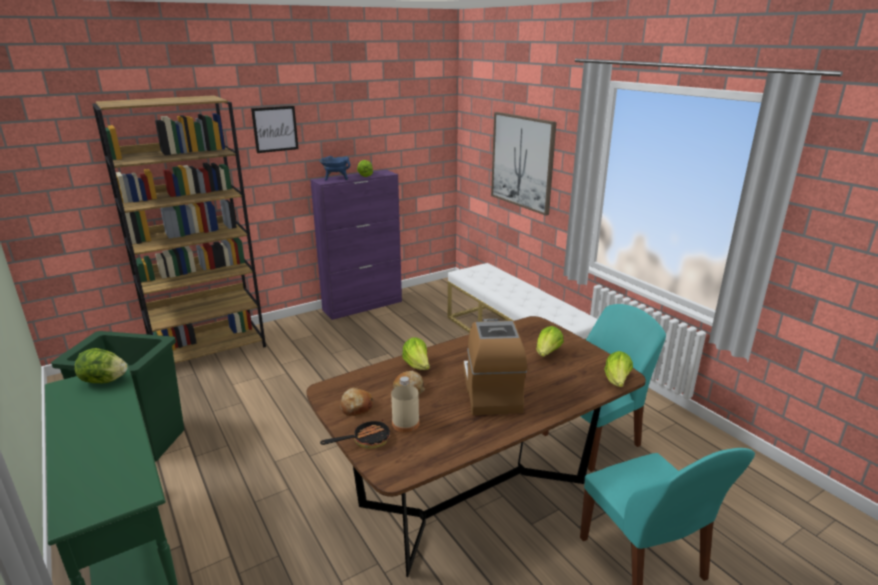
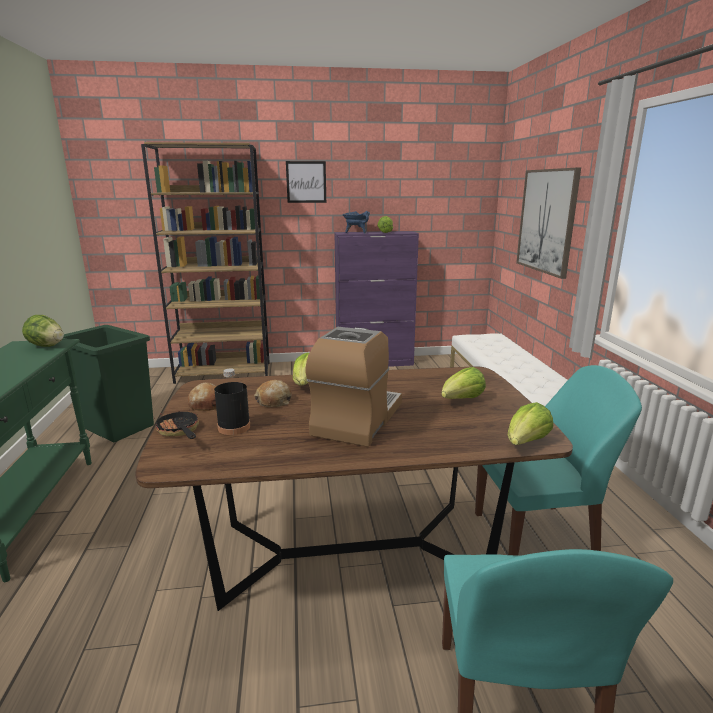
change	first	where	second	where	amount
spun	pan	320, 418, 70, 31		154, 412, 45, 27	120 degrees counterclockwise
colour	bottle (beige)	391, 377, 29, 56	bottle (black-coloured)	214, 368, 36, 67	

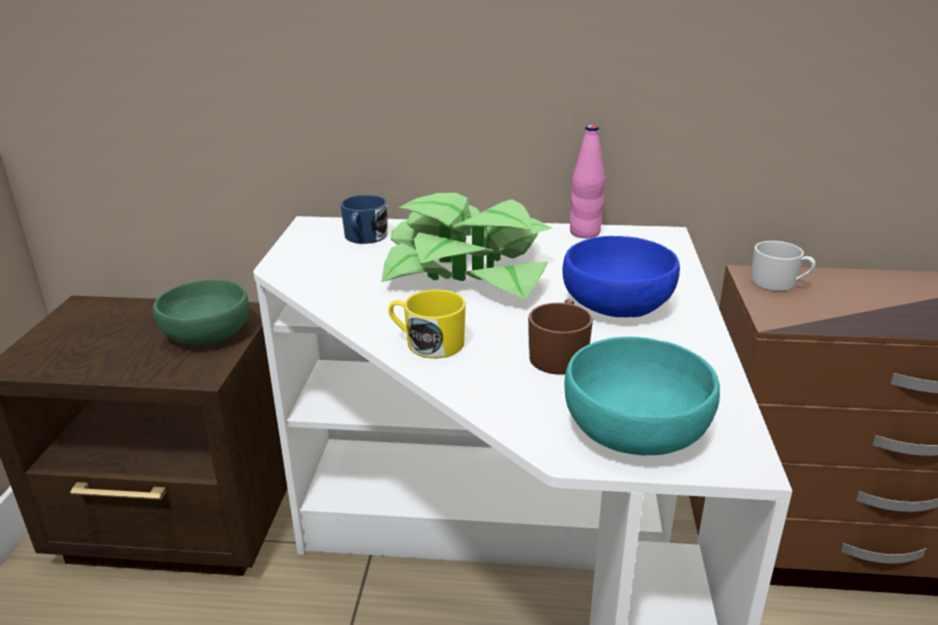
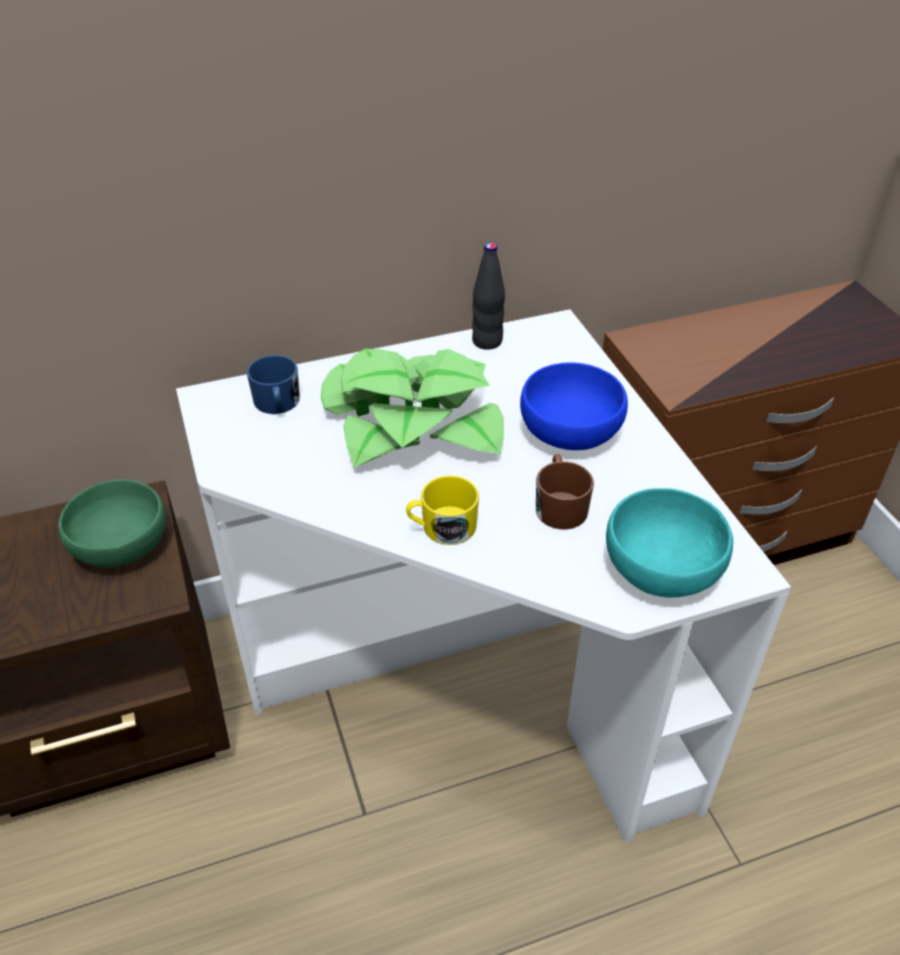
change	first	where	second	where	amount
colour	bottle (pinkish)	570, 125, 35, 113	bottle (black-coloured)	472, 243, 33, 107	
missing	tea mug (white)	750, 241, 65, 50			

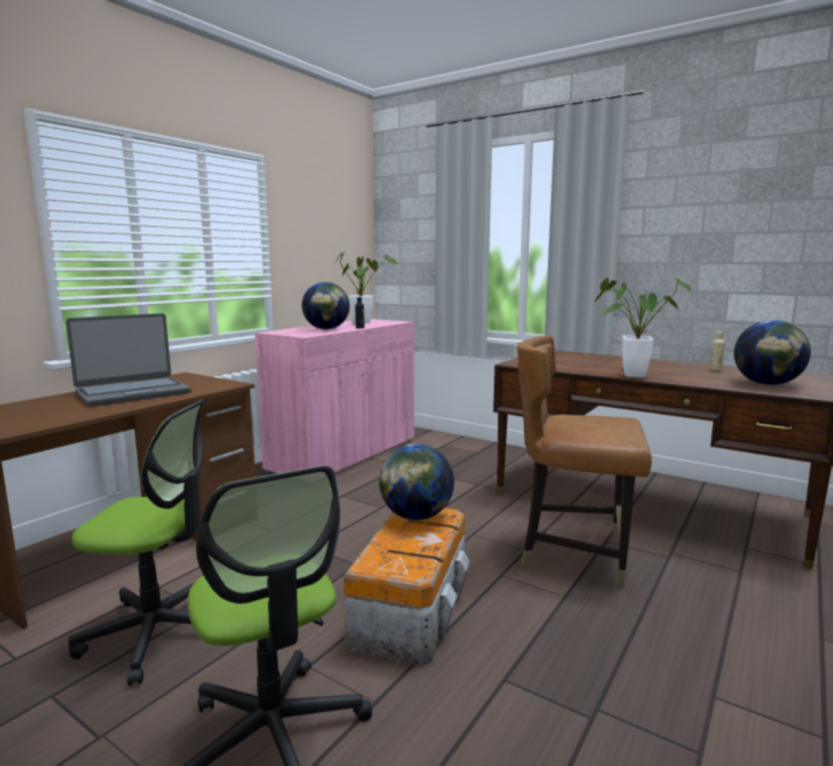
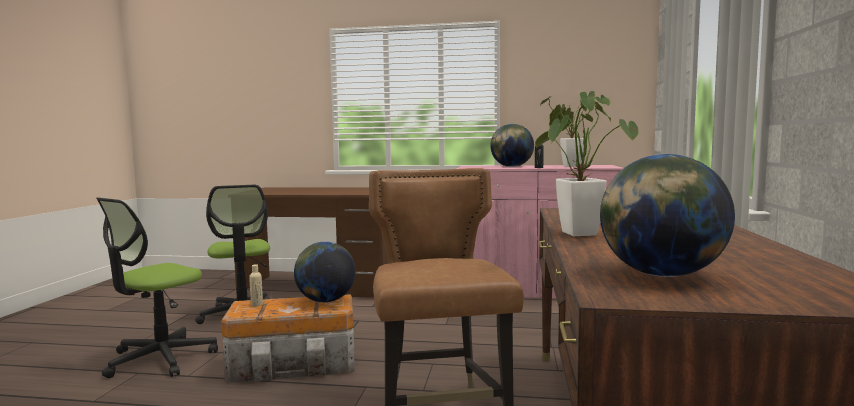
change	first	where	second	where	amount
relocated	bottle (beige)	710, 332, 15, 39		249, 264, 14, 43	
missing	laptop	66, 313, 125, 94			

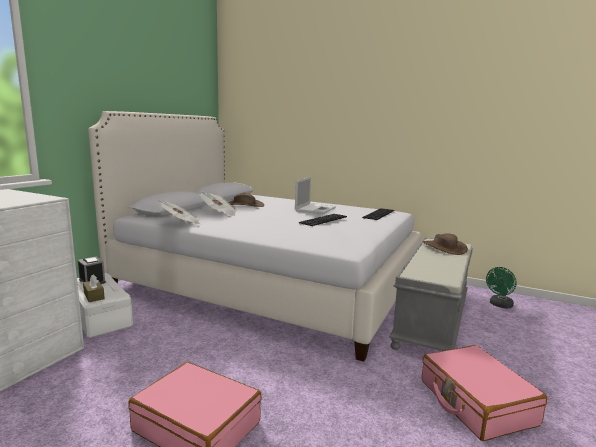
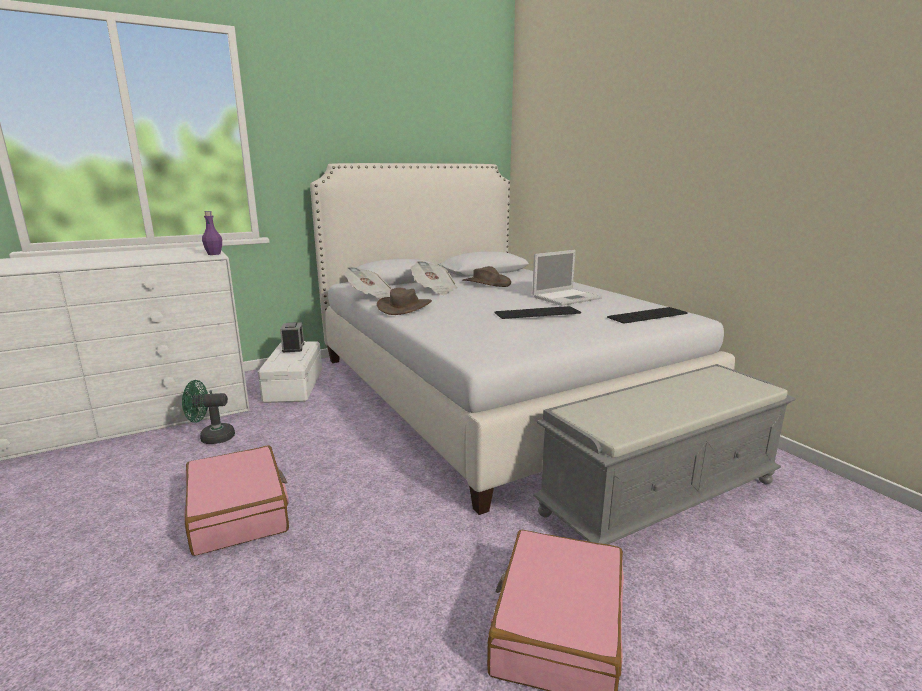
change	first	where	second	where	amount
relocated	fan (greenish)	486, 267, 31, 41		182, 380, 53, 64	
appeared			bottle (purplish)	202, 211, 20, 44	
relocated	clothing hat (brown-coloured)	423, 233, 45, 22		377, 288, 55, 27	
missing	tissue holder (brown-coloured)	83, 274, 22, 28			

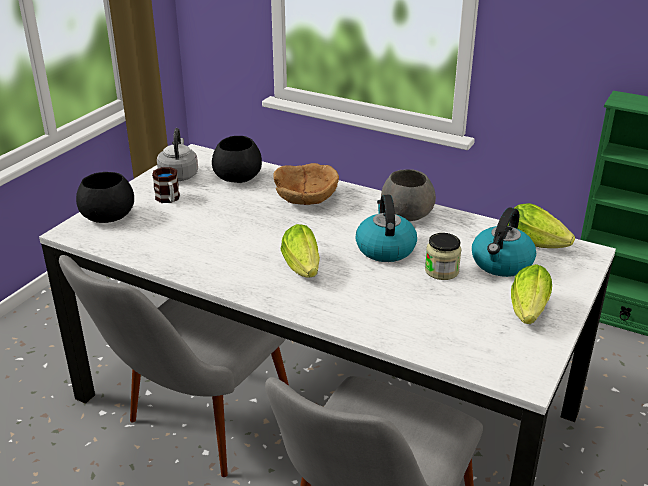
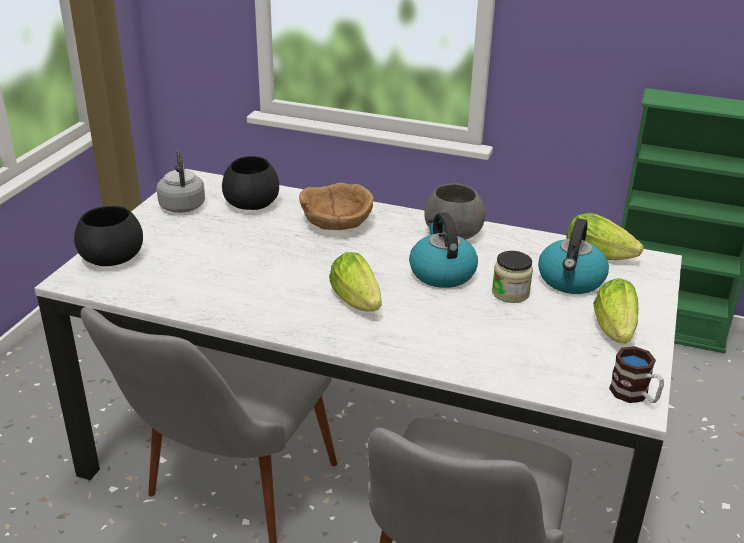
change	first	where	second	where	amount
relocated	tea mug	152, 167, 28, 36		609, 346, 55, 57	

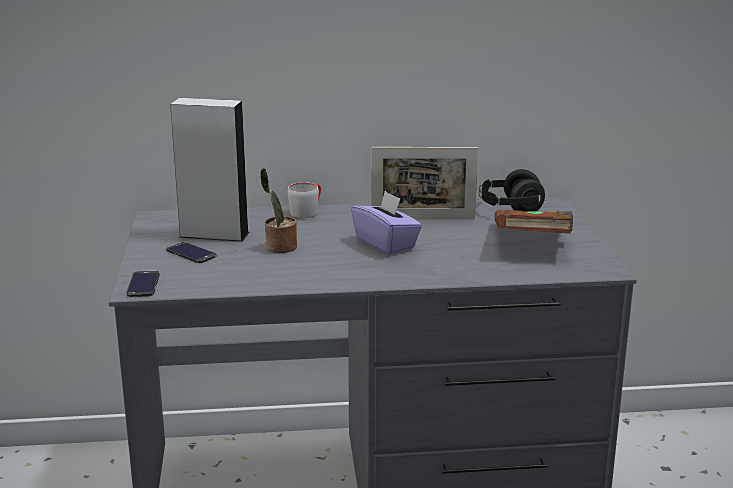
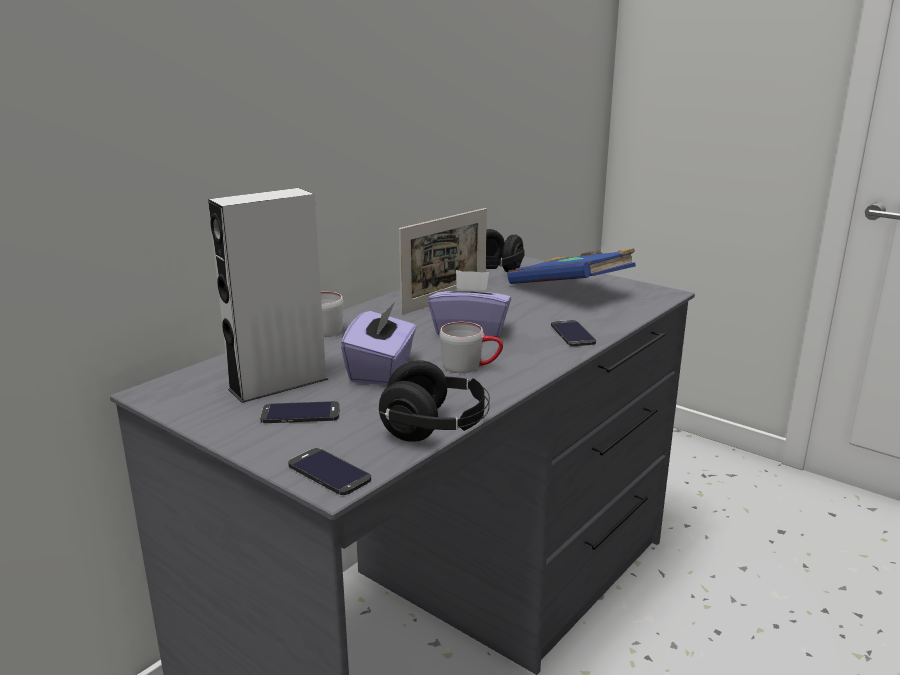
change	first	where	second	where	amount
exchanged	potted plant	260, 168, 37, 85	tissue holder (purplish)	341, 302, 75, 83	
appeared			pair of headphones (black-coloured)	379, 360, 111, 81	
appeared			tea mug (greyish)	440, 322, 63, 51	
colour	bound book (brown-coloured)	494, 210, 79, 24	bound book (blue)	507, 248, 129, 36	
appeared			handset	551, 320, 45, 26	

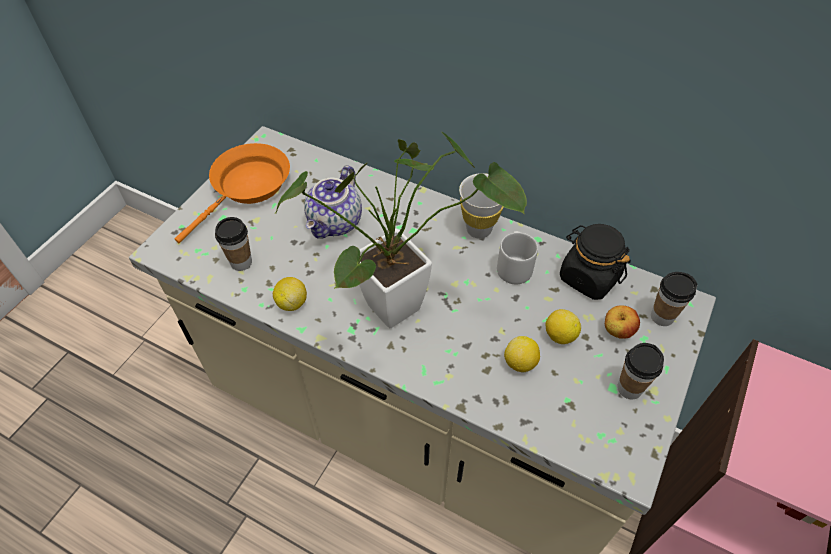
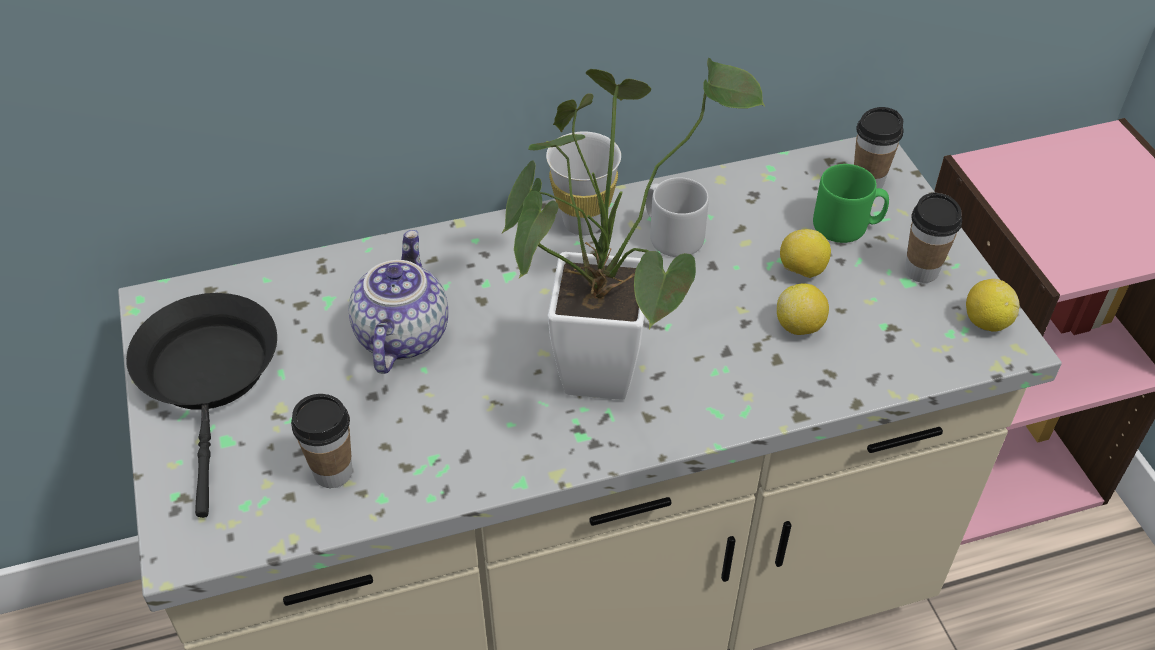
change	first	where	second	where	amount
colour	pan (orange-coloured)	175, 143, 115, 100	pan (black-coloured)	126, 293, 151, 225	
spun	teapot	304, 165, 58, 74		348, 230, 100, 144	150 degrees counterclockwise
exchanged	apple fruit	605, 305, 35, 34	tea mug (greenish)	813, 164, 76, 79	
relocated	citrus fruit	273, 277, 34, 34		966, 279, 53, 53	
missing	preserve jar (black-coloured)	560, 224, 71, 76			

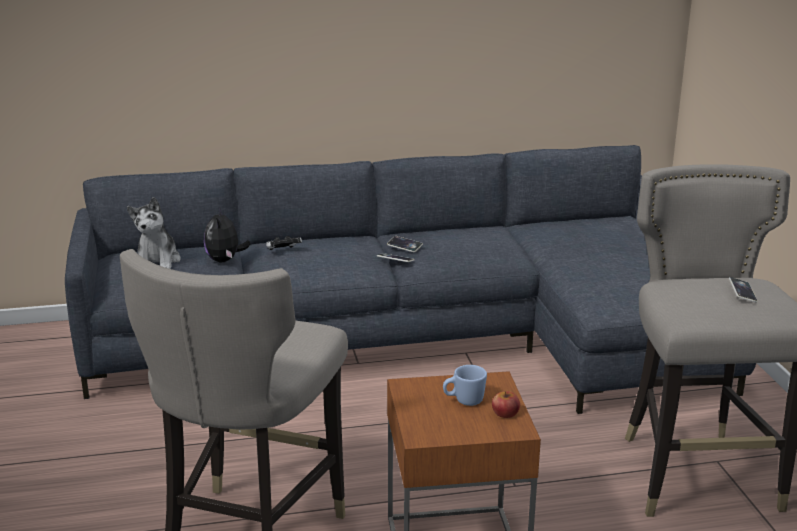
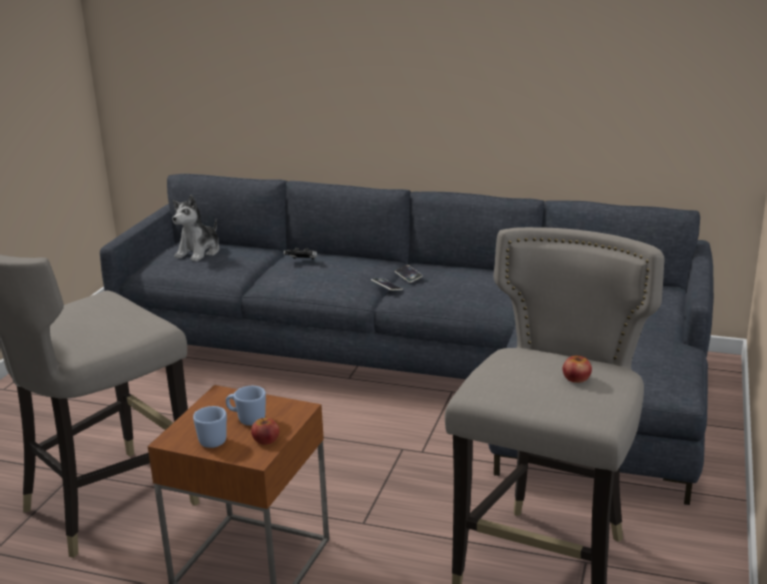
change	first	where	second	where	amount
appeared			tea mug (blue)	193, 406, 34, 42	
exchanged	handset	729, 277, 29, 26	apple fruit	563, 356, 29, 27	
missing	cuddly toy	204, 207, 46, 56			

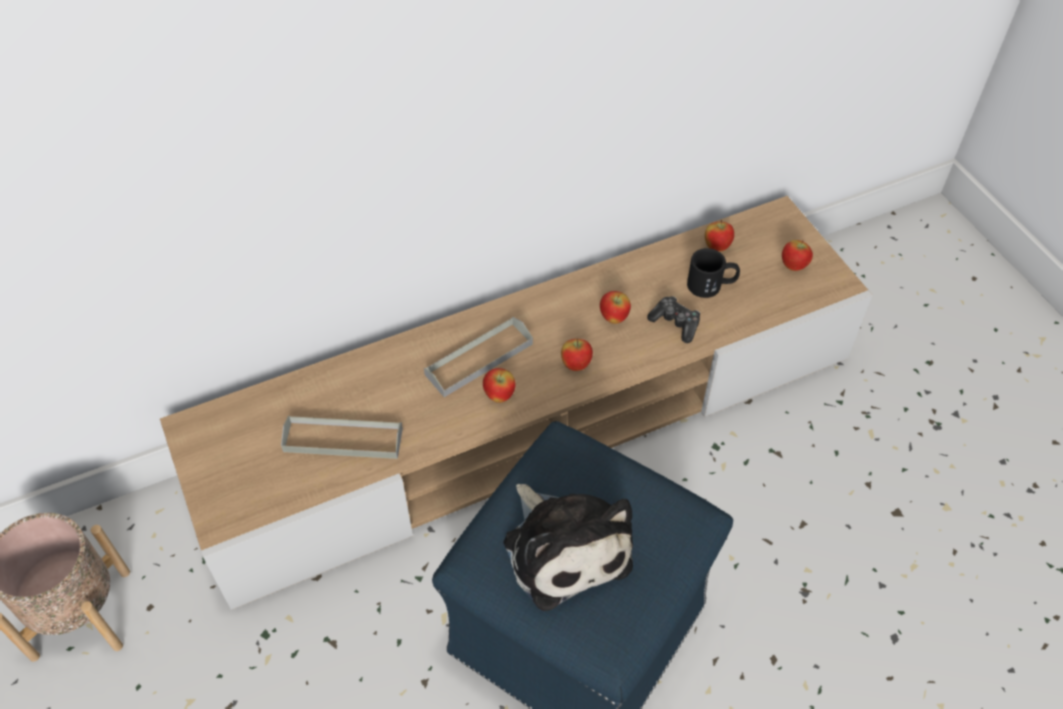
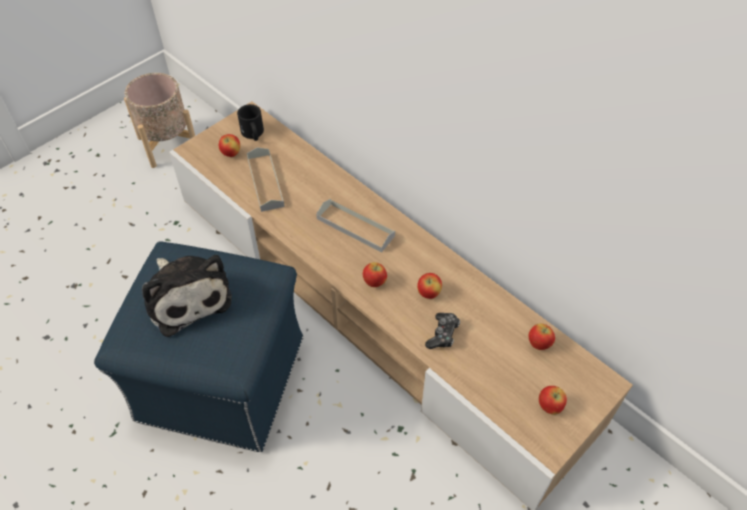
change	first	where	second	where	amount
spun	cuddly toy	504, 484, 129, 127		142, 255, 90, 82	75 degrees counterclockwise
relocated	apple fruit	483, 368, 33, 35		219, 134, 21, 23	
relocated	tea mug (black-coloured)	687, 248, 53, 50		237, 104, 27, 37	

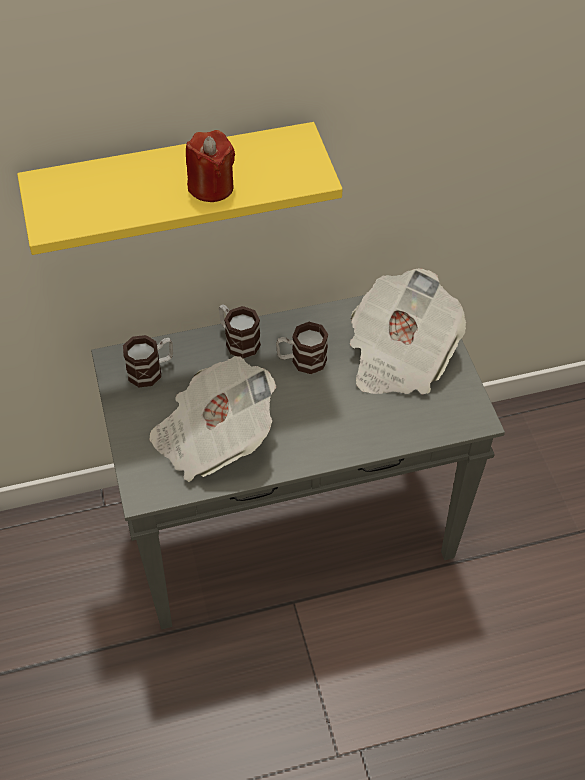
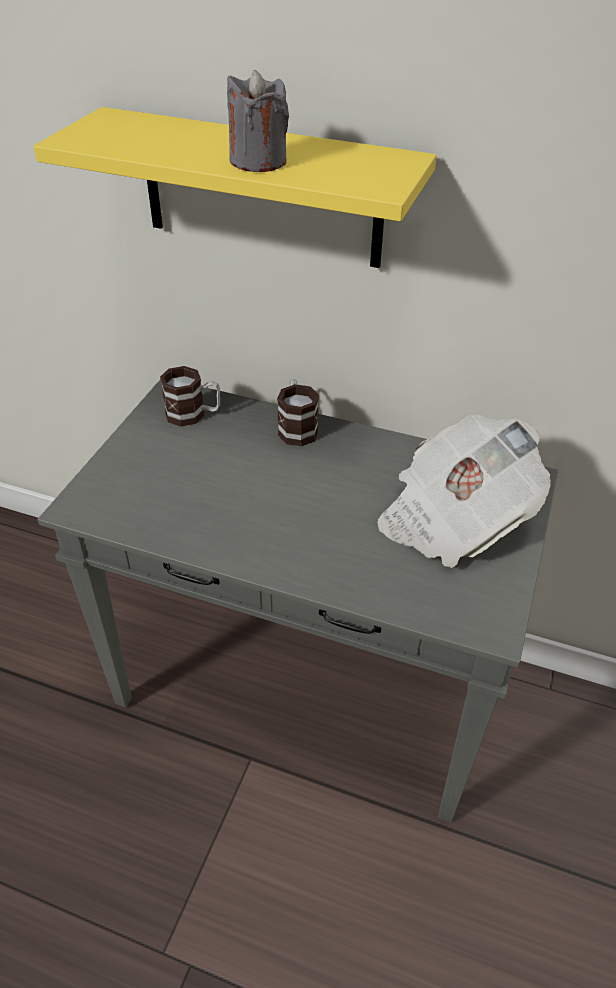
change	first	where	second	where	amount
colour	candle (red)	186, 130, 49, 72	candle (greyish)	227, 70, 62, 102	
missing	newspaper	149, 356, 127, 126			
missing	tea mug	276, 322, 52, 52			

